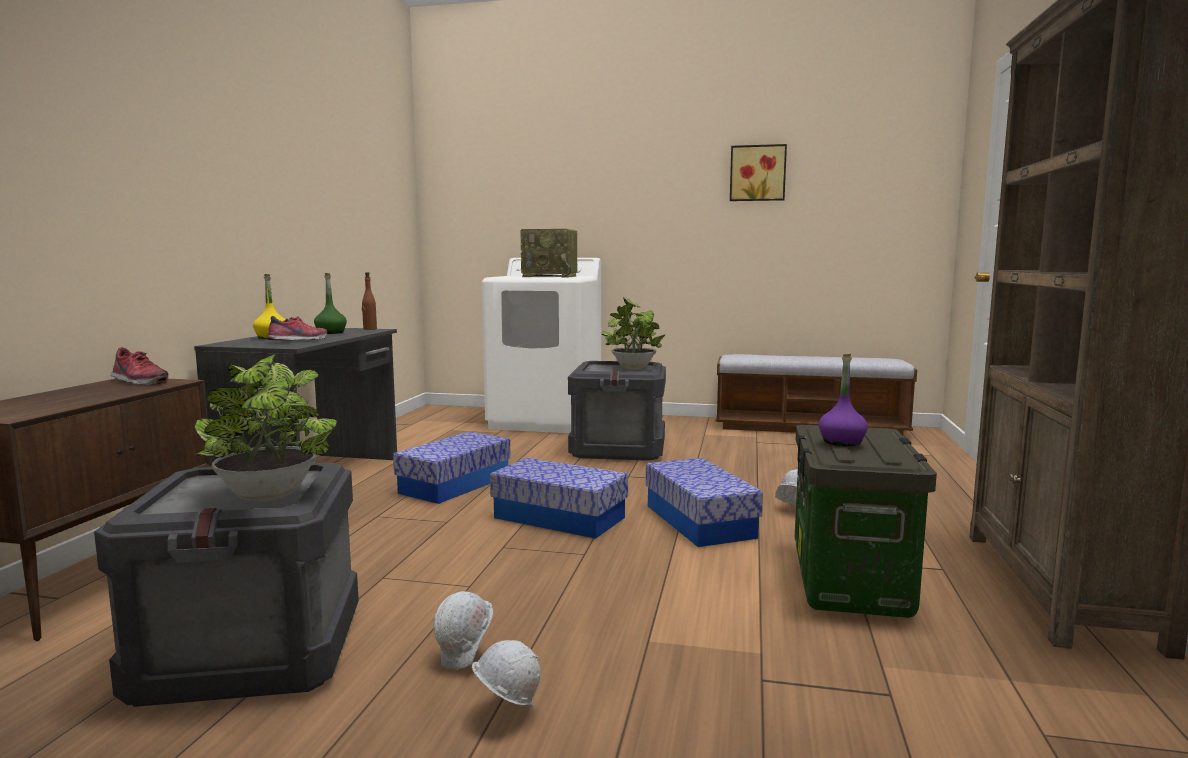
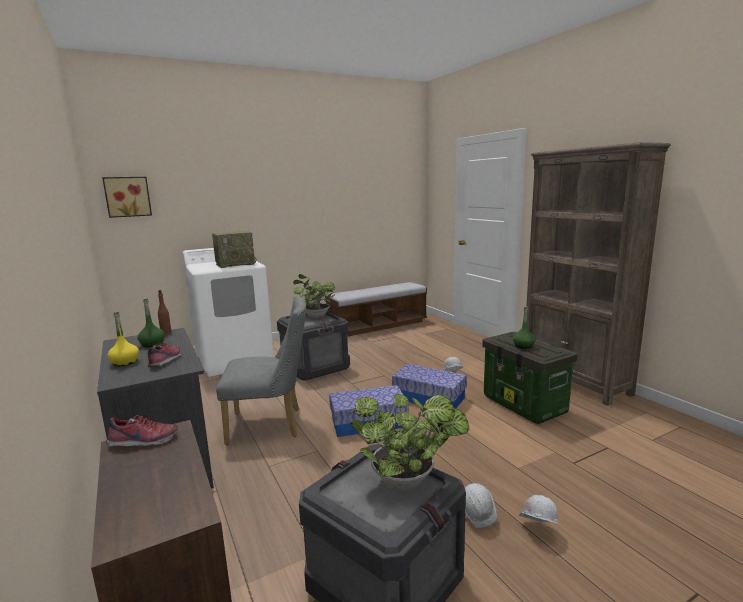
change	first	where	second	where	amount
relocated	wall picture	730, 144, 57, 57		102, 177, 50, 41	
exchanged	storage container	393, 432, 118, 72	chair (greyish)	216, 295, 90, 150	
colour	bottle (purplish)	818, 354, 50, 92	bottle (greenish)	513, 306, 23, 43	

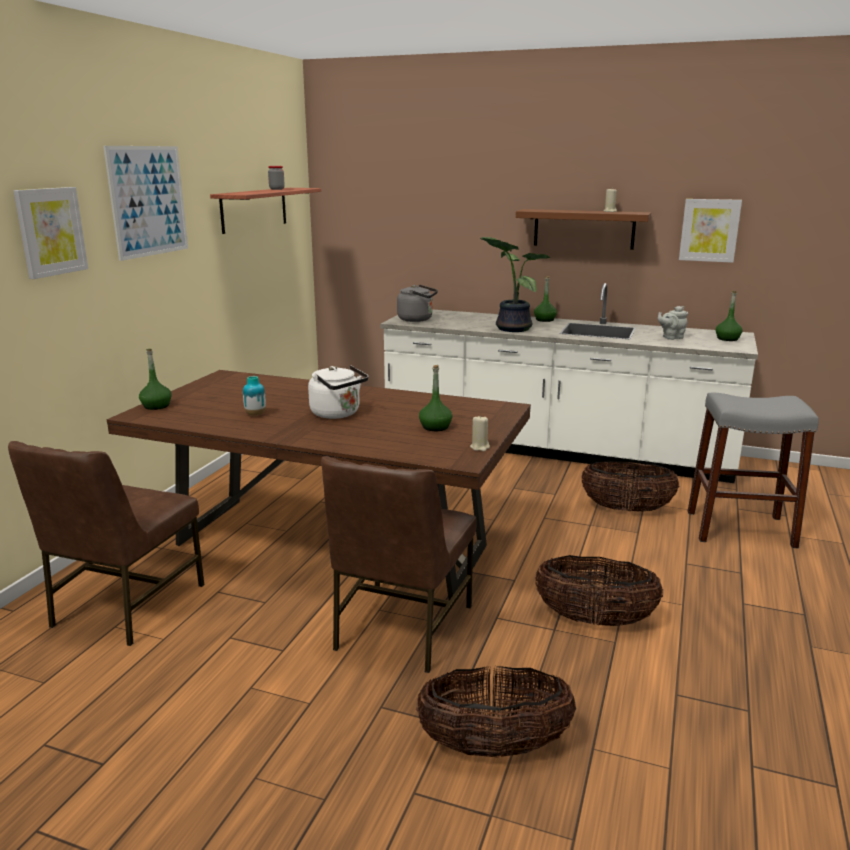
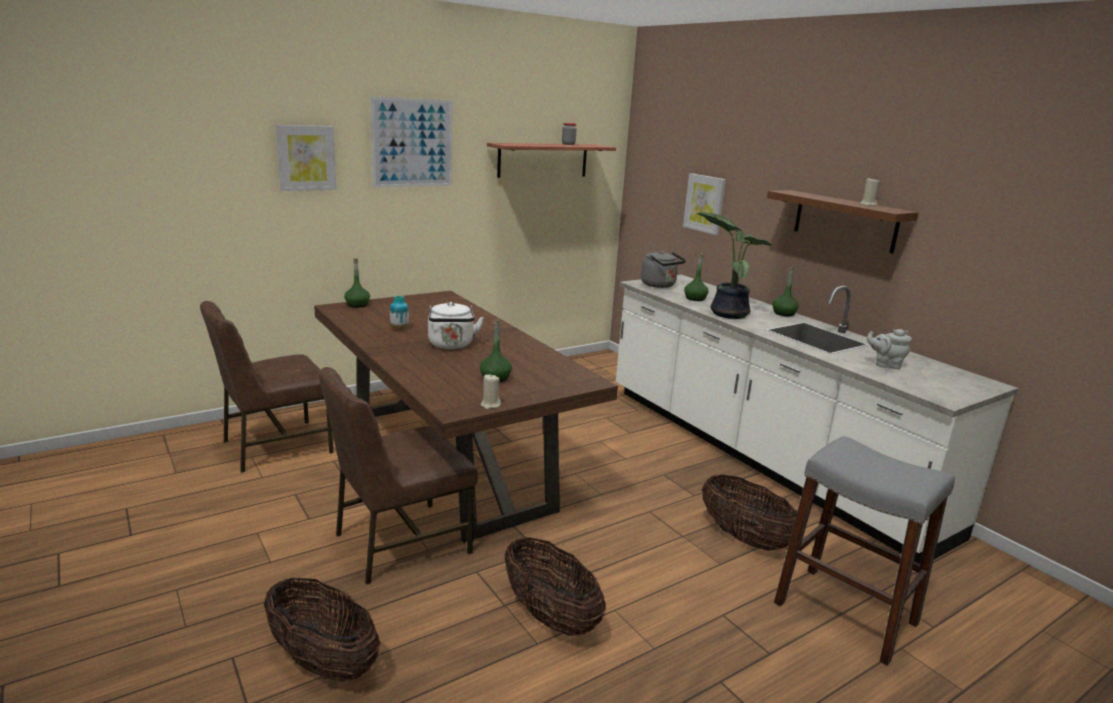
change	first	where	second	where	amount
relocated	wall picture	679, 199, 63, 64		683, 173, 43, 62	
relocated	bottle (greenish)	716, 291, 27, 50		684, 253, 25, 48	

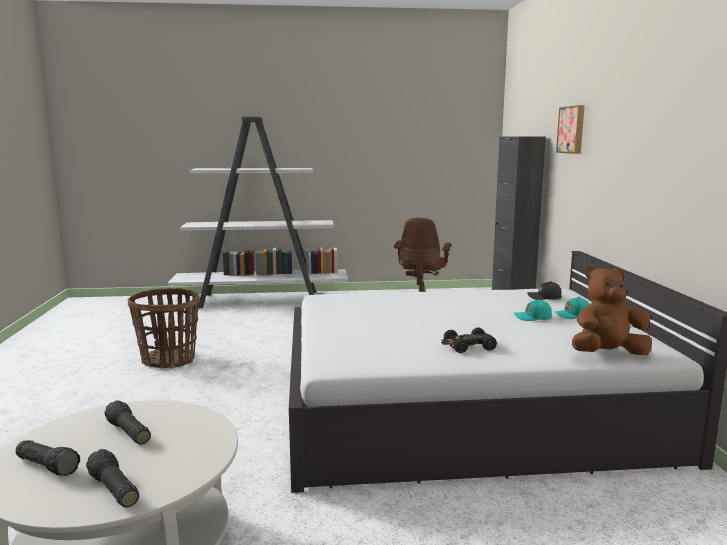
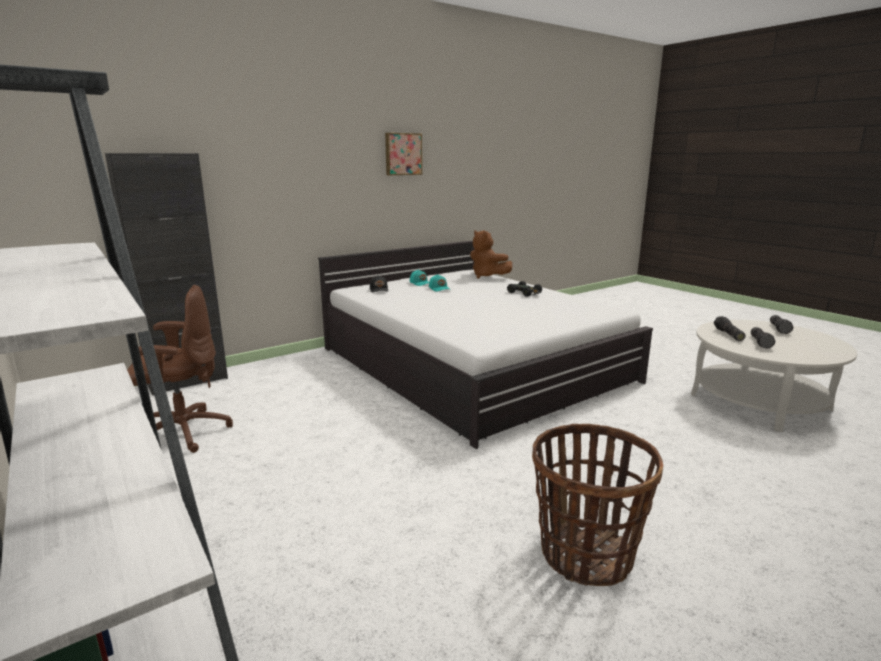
change	first	where	second	where	amount
relocated	wall picture	556, 105, 29, 49		385, 133, 37, 42	
relocated	flashlight	15, 440, 65, 36		714, 316, 32, 25	

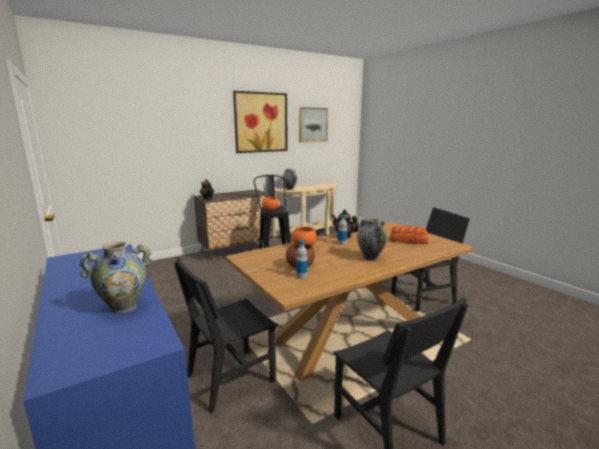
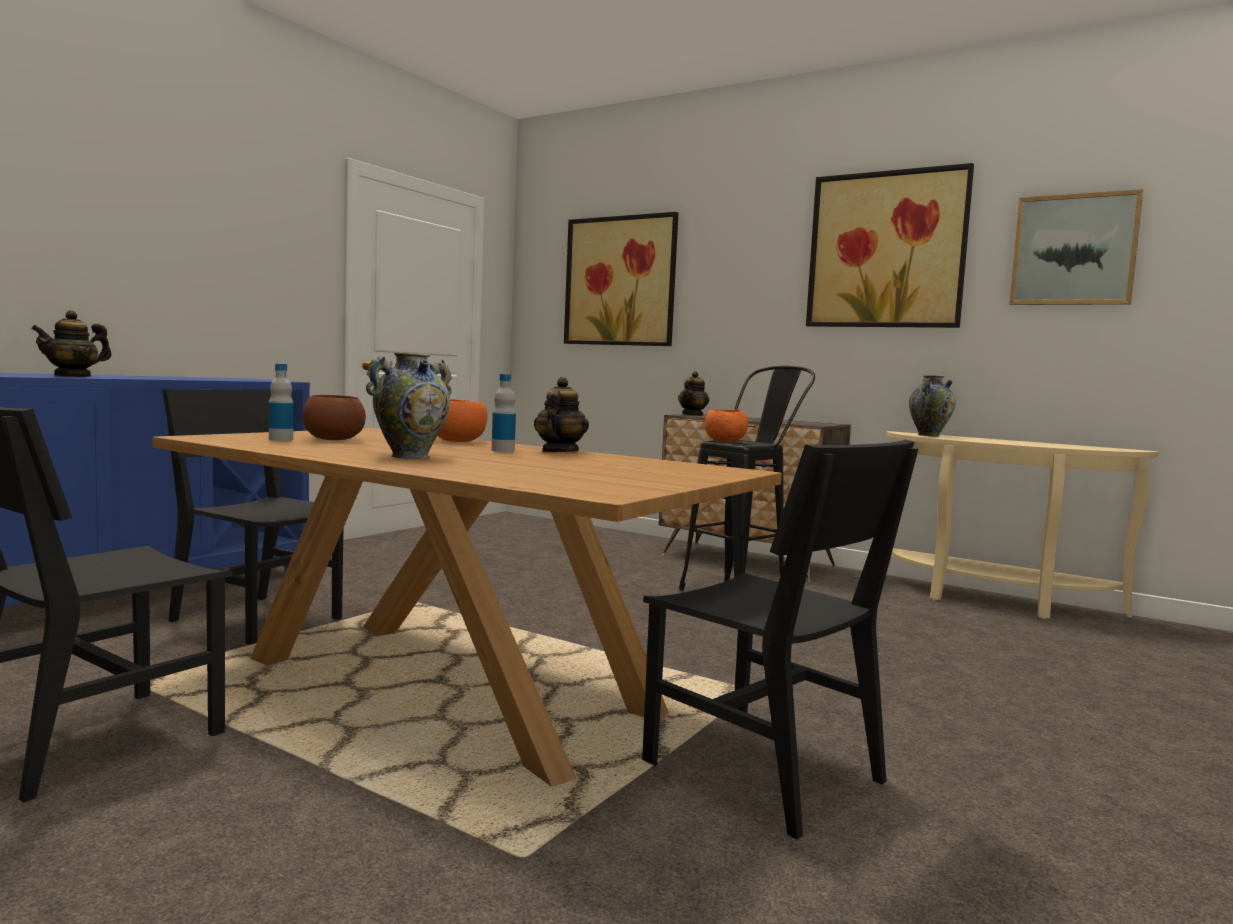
change	first	where	second	where	amount
exchanged	flower vase	79, 242, 73, 72	teapot	31, 310, 81, 67	
appeared			wall picture	564, 212, 114, 134	
missing	bread	390, 225, 38, 19			

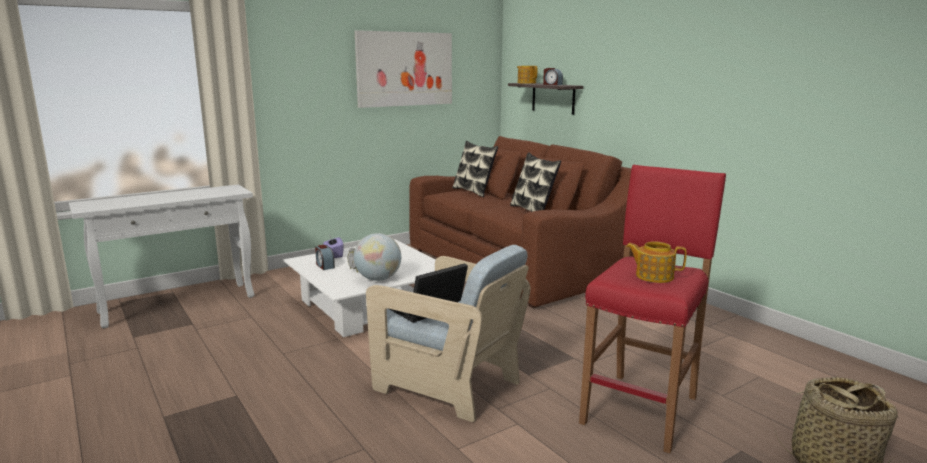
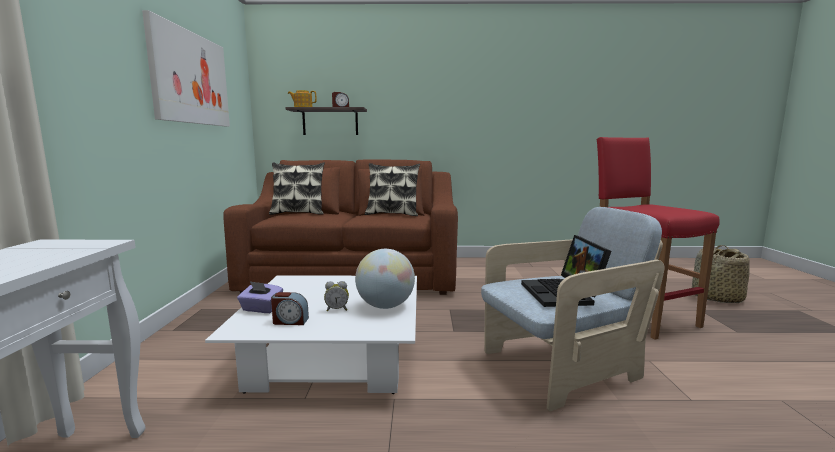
change	first	where	second	where	amount
missing	teapot	626, 241, 61, 42			

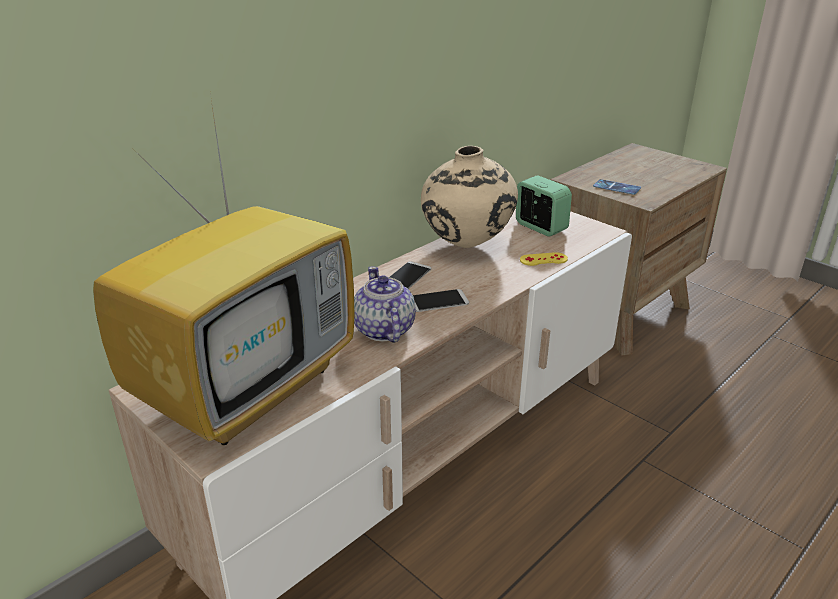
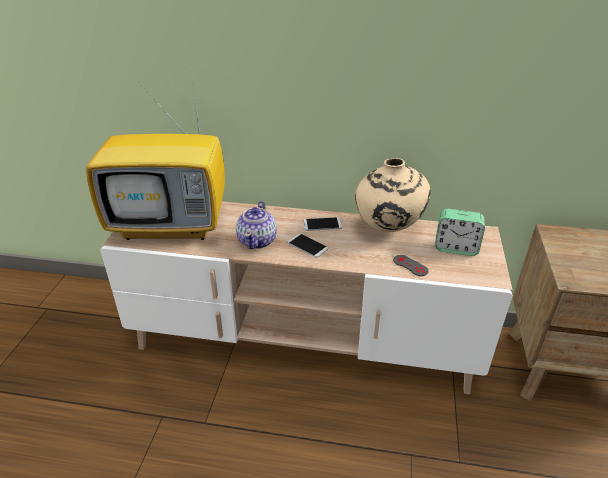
change	first	where	second	where	amount
spun	teapot	354, 266, 62, 77		236, 201, 41, 48	150 degrees clockwise
colour	gamepad (yellow)	520, 252, 48, 14	gamepad (greyish)	393, 255, 36, 21	
spun	alarm clock	516, 176, 56, 60		435, 209, 50, 47	90 degrees clockwise
missing	handset	593, 179, 48, 16			

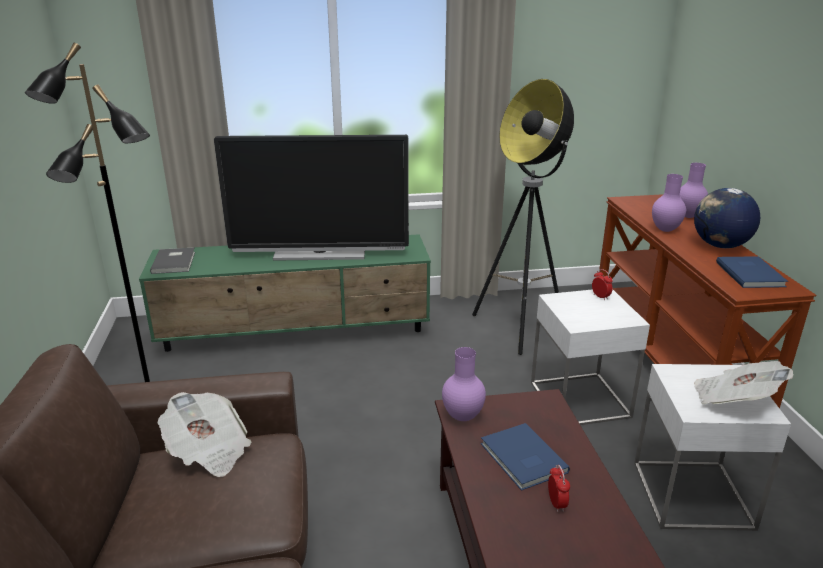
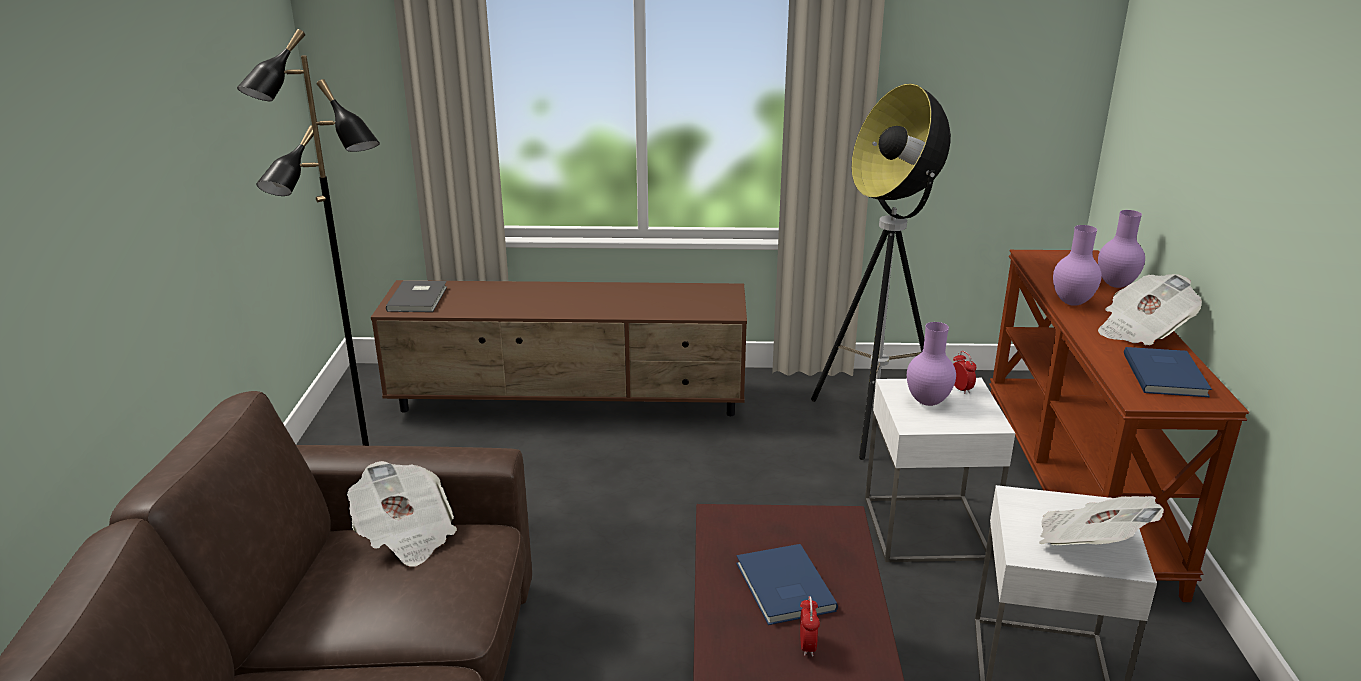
change	first	where	second	where	amount
colour	tv stand (greenish)	139, 234, 292, 118	tv stand (brown-coloured)	371, 280, 376, 136	
relocated	flower vase (purplish)	442, 347, 44, 74		907, 322, 49, 84	
exchanged	desk globe	694, 188, 66, 60	newspaper	1098, 274, 104, 71	
missing	television	214, 135, 195, 126			

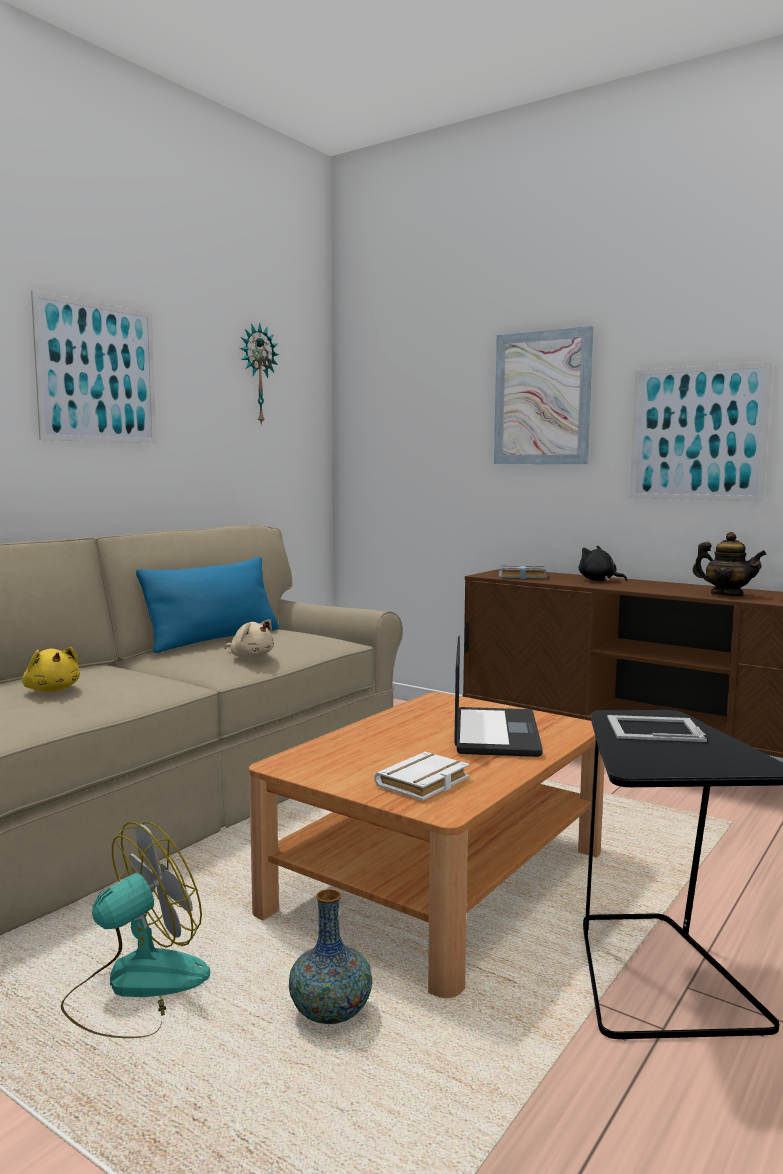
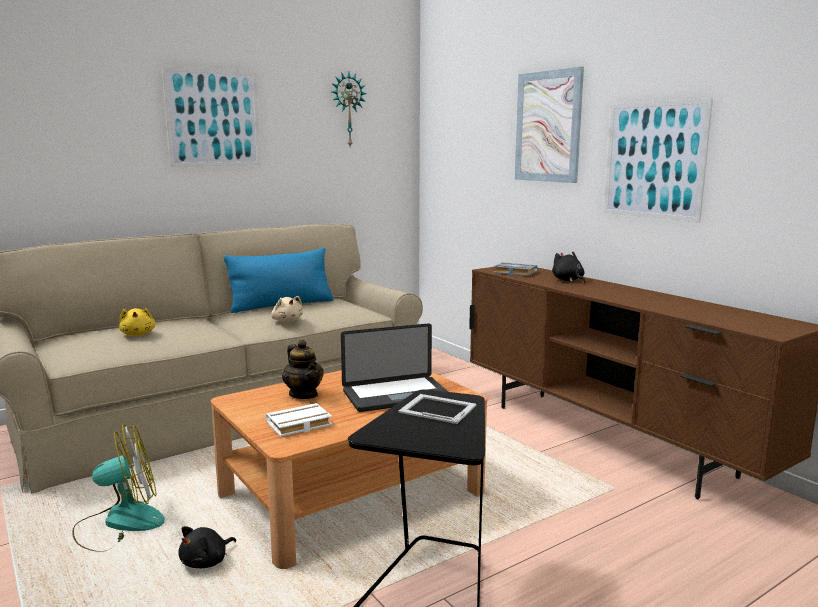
change	first	where	second	where	amount
exchanged	flower vase	289, 889, 83, 135	cuddly toy (black-coloured)	178, 526, 58, 42	
relocated	teapot	693, 532, 74, 64		282, 340, 42, 59	
spun	laptop	454, 635, 89, 122		341, 323, 107, 89	45 degrees clockwise

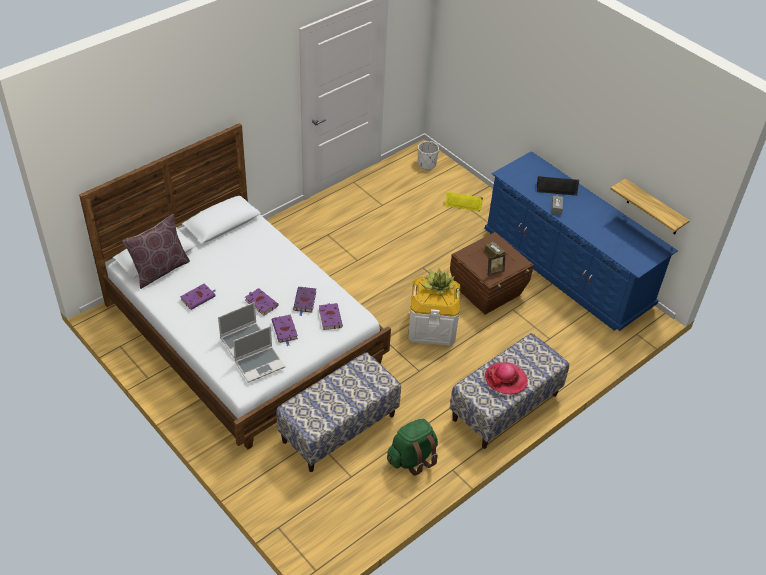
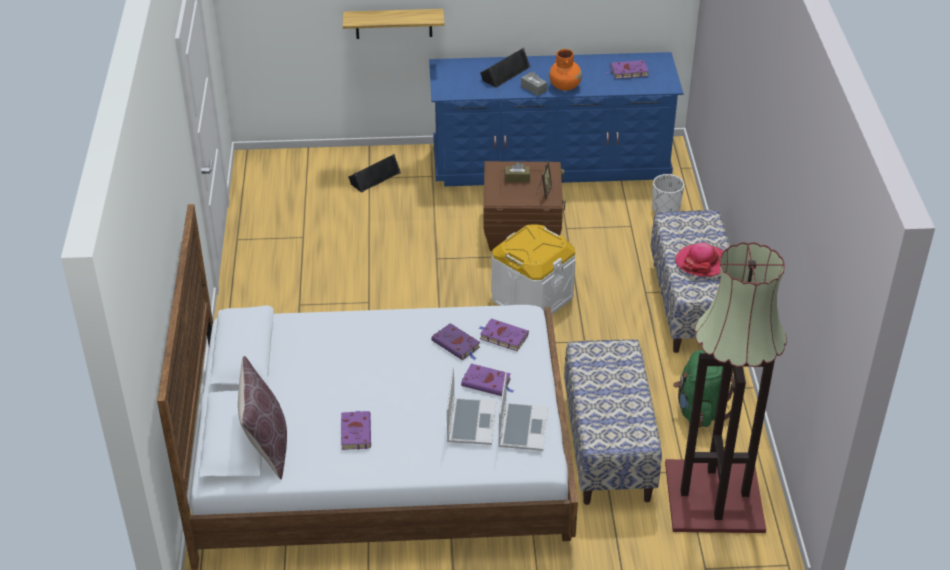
change	first	where	second	where	amount
relocated	wall shelf	610, 179, 80, 56		343, 9, 102, 30	
colour	loudspeaker (yellow)	445, 192, 38, 20	loudspeaker (black-coloured)	348, 154, 53, 39	
appeared			flower vase (orange-coloured)	549, 49, 33, 42	
relocated	bound book (purplish)	245, 288, 34, 28		606, 60, 43, 19	
relocated	planter (white)	418, 141, 21, 29		652, 174, 32, 39	
appeared			floor lamp	665, 242, 122, 291	
missing	potted plant	421, 268, 35, 27			

